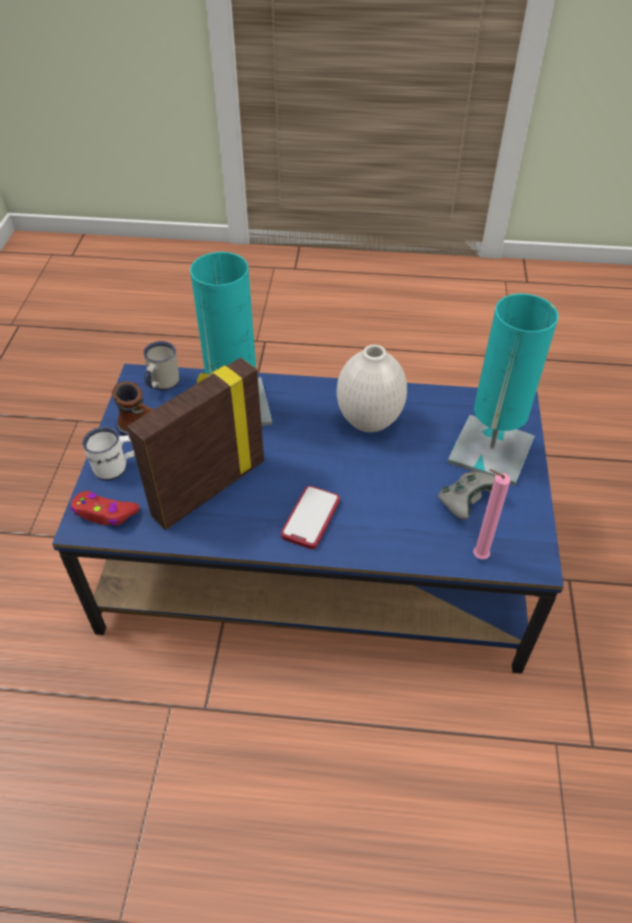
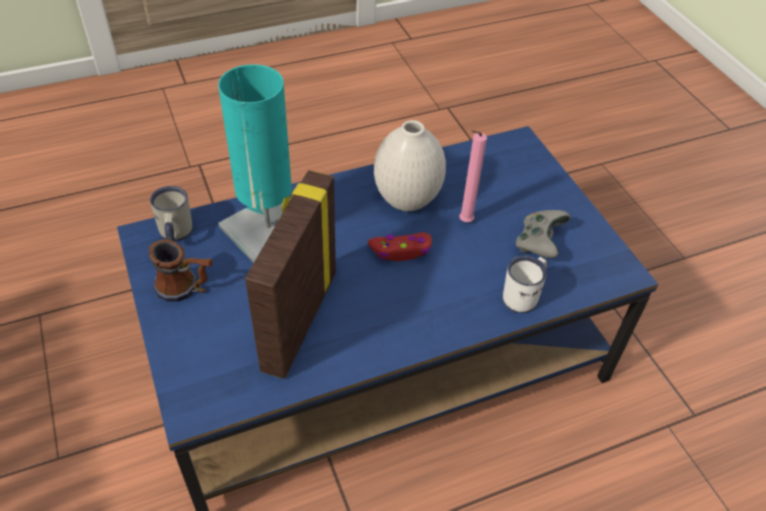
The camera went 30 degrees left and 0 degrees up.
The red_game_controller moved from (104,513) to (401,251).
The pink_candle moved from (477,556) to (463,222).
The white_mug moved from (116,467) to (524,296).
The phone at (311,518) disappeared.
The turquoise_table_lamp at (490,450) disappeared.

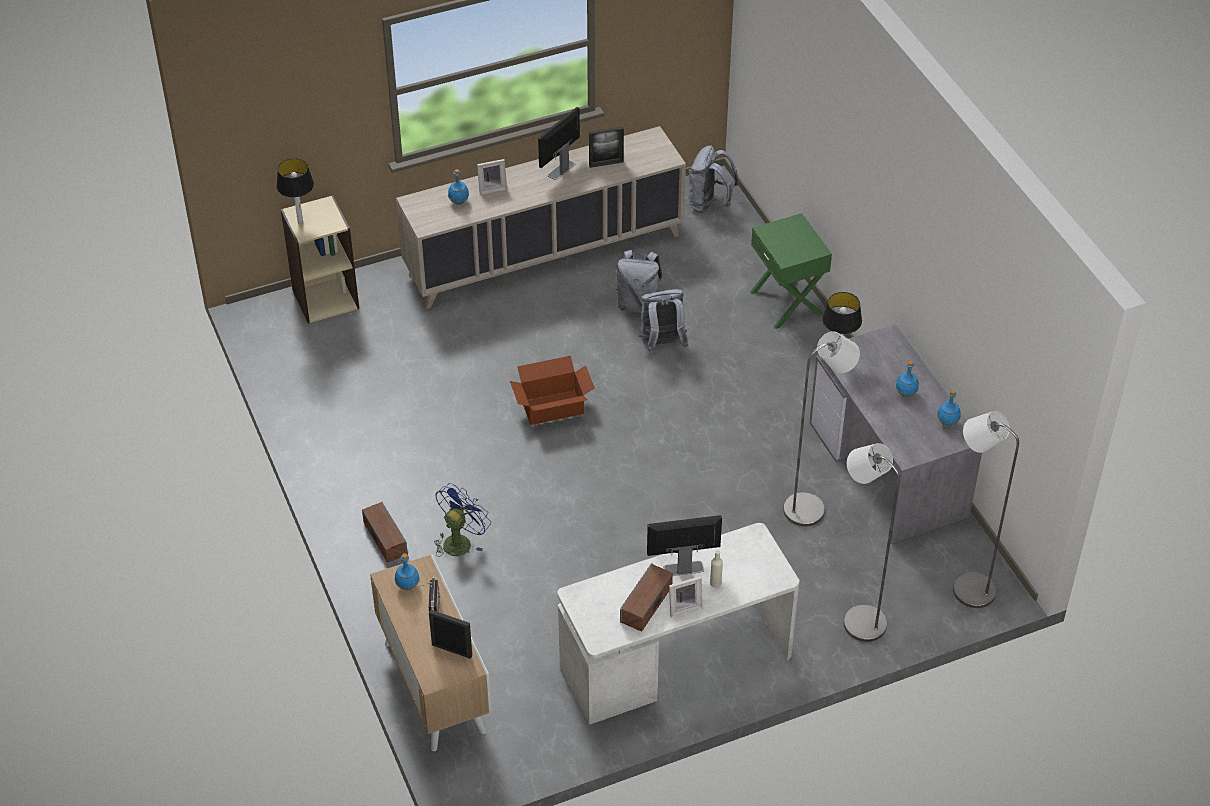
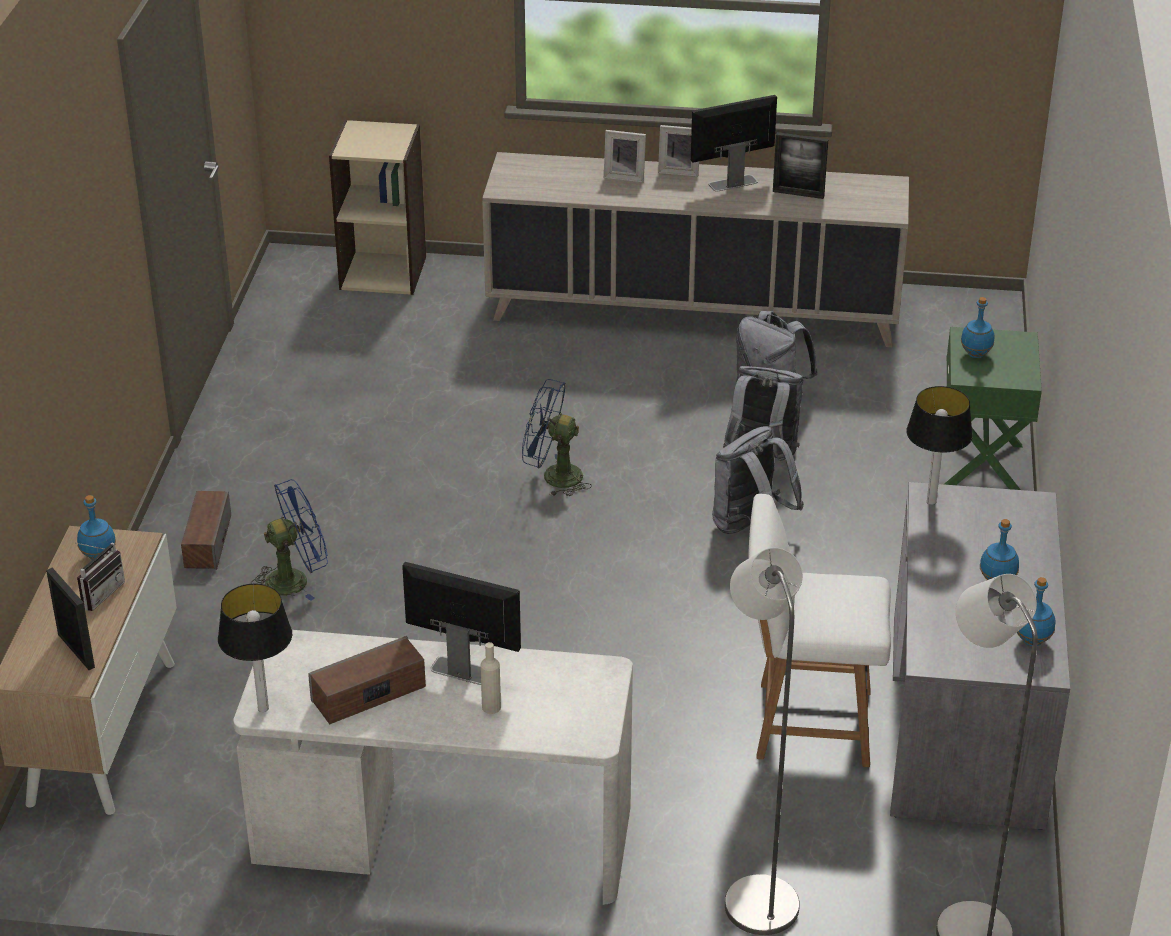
The camera went 30 degrees right and 10 degrees down.
The table_lamp moved from (300,221) to (264,708).
The cardboard_box at (553,407) was replaced by the blue_fan at (553,476).
The picture_frame moved from (684,607) to (679,171).
The grey_backpack moved from (709,204) to (750,526).
The grey_floor_lamp at (811,507) was replaced by the white_chair at (808,723).
The blue_bottle moved from (459,202) to (975,354).

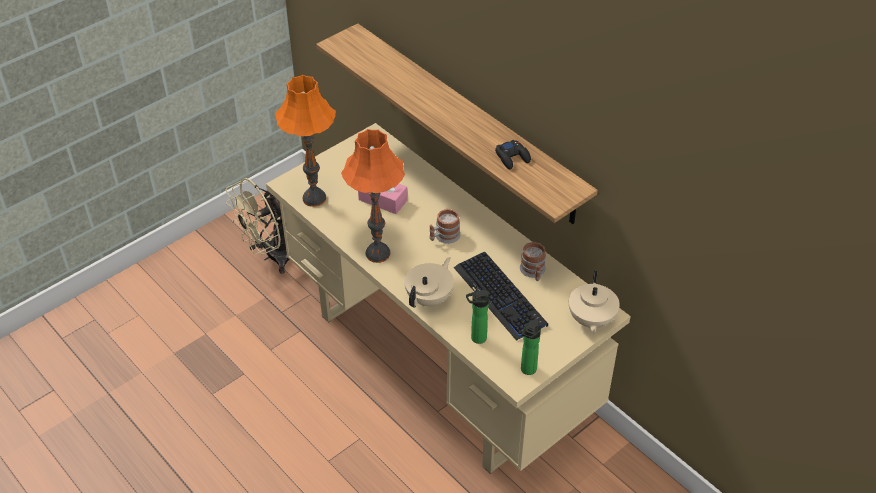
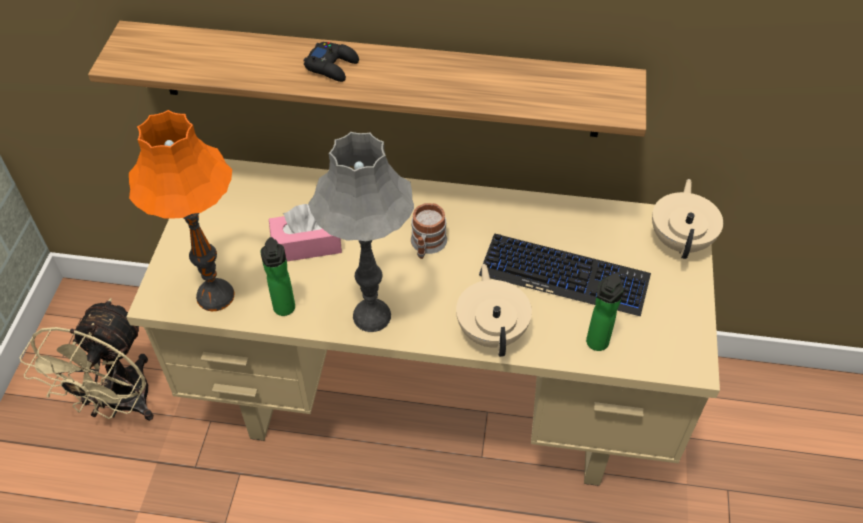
The camera went 40 degrees left and 5 degrees up.
The bottle moved from (527,371) to (284,310).
The black_game_controller moved from (512,157) to (332,66).
The orange_table_lamp at (377,254) became the grey_table_lamp at (372,316).
The beige_teapot at (590,320) turned 135 degrees counterclockwise.
The mug at (533,272) disappeared.

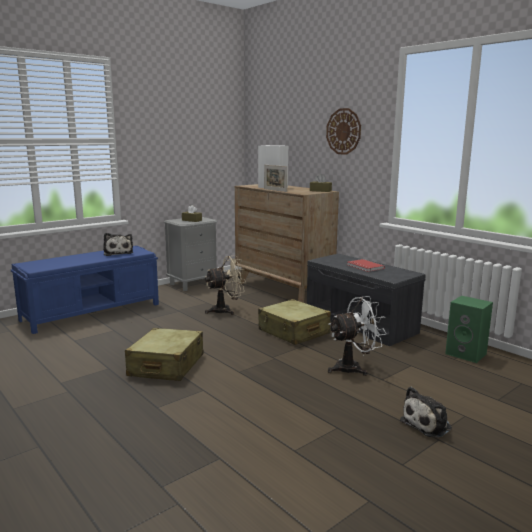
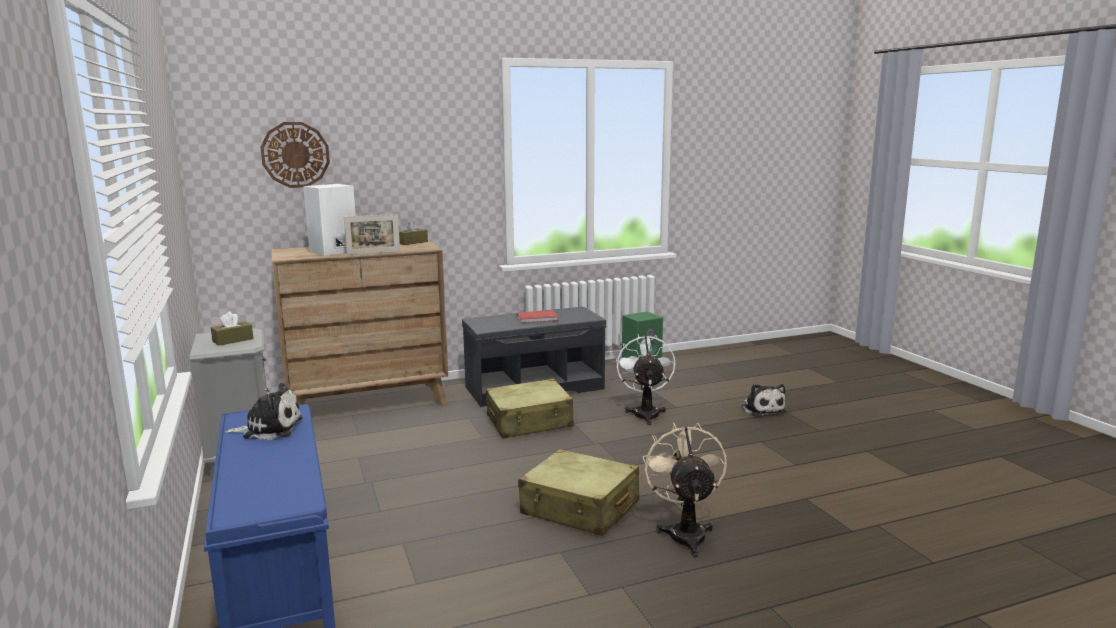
The camera went 70 degrees left and 0 degrees up.
The wall_clock moved from (343,131) to (295,155).
The beige_fan moved from (226,310) to (685,532).

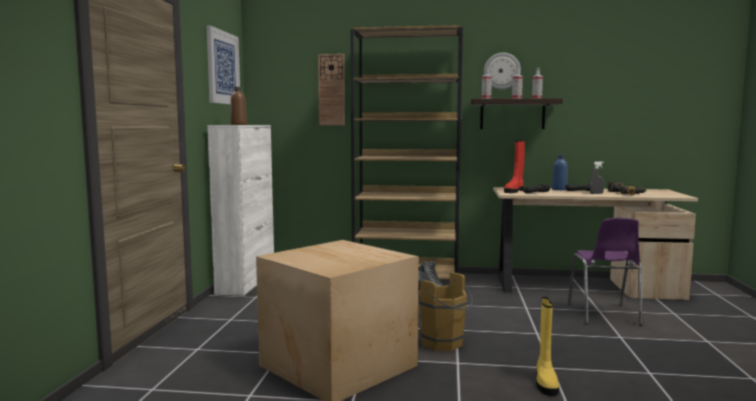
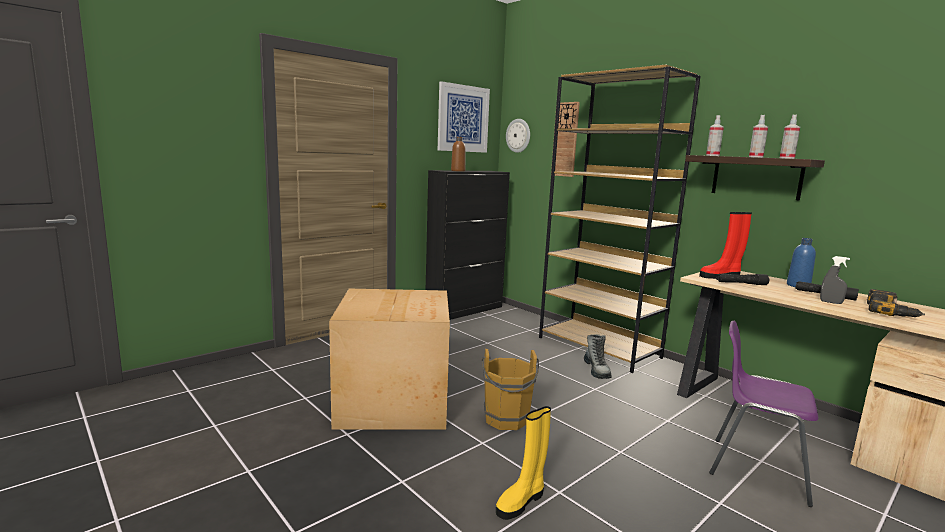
The camera went 40 degrees right and 5 degrees up.
The white_cabinet at (247,281) became the black_cabinet at (465,310).
The wall_clock moved from (502,71) to (518,135).
The purple_chair at (603,315) turned 75 degrees clockwise.

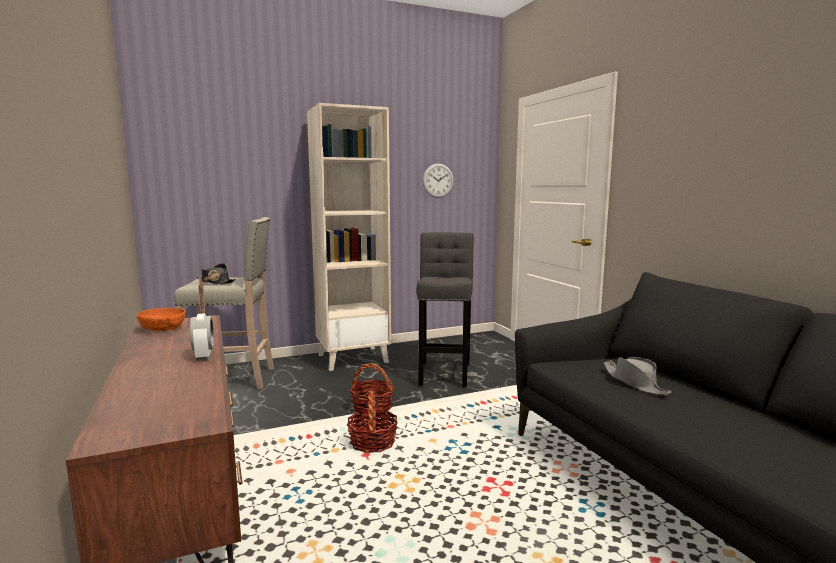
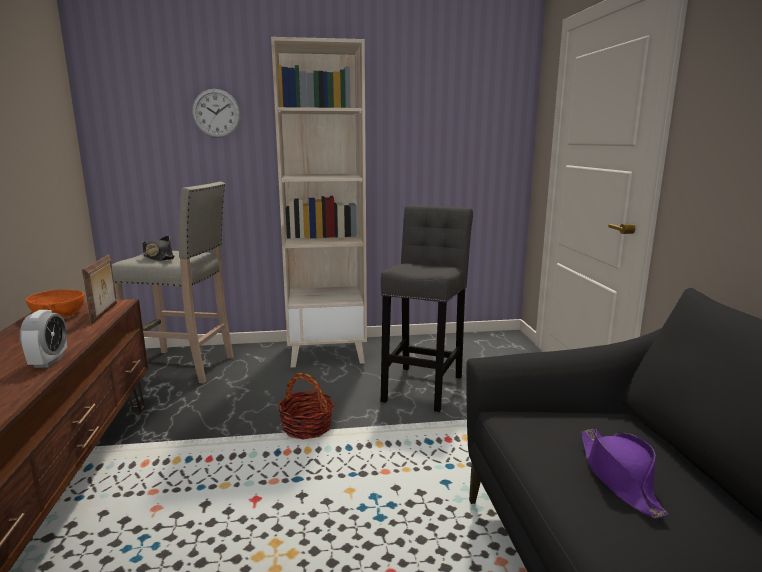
The camera went 15 degrees right and 5 degrees up.
The wall_clock moved from (438,180) to (216,113).
The grey_hat at (635,382) became the purple_hat at (619,477).
The basket at (372,442) disappeared.

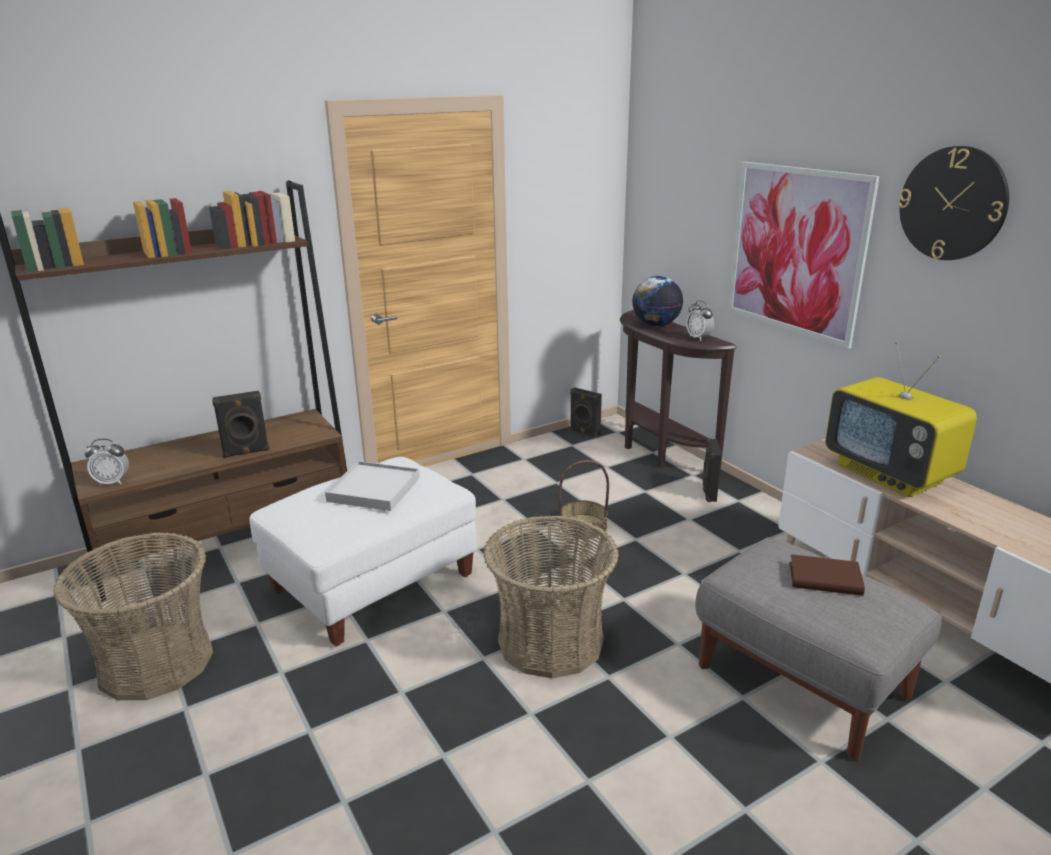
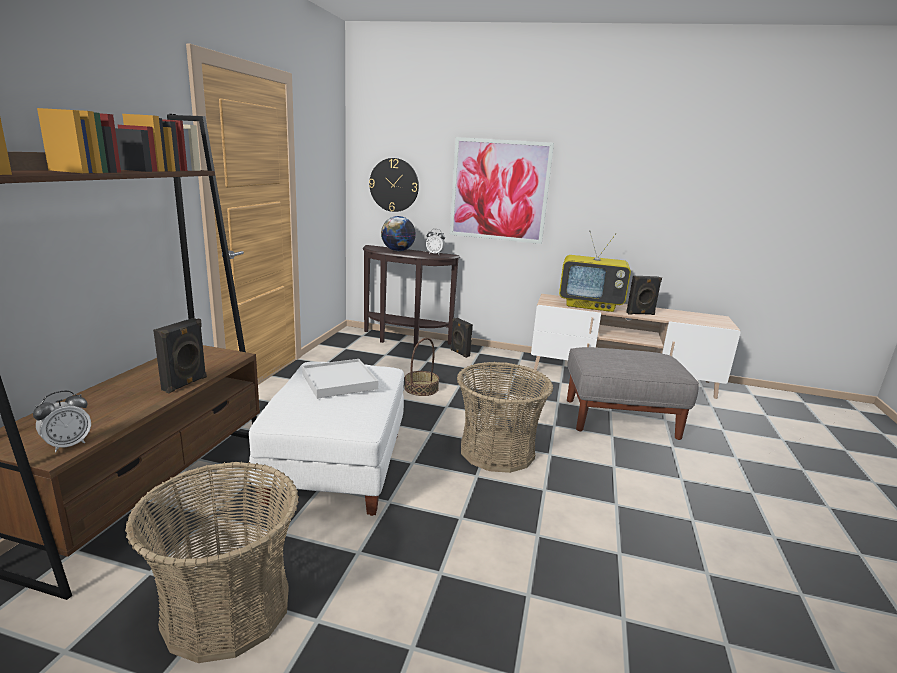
The camera went 45 degrees left and 5 degrees down.
The wall_clock moved from (952,204) to (394,185).
The black_speaker moved from (584,432) to (640,314).
The brown_book at (825,579) disappeared.

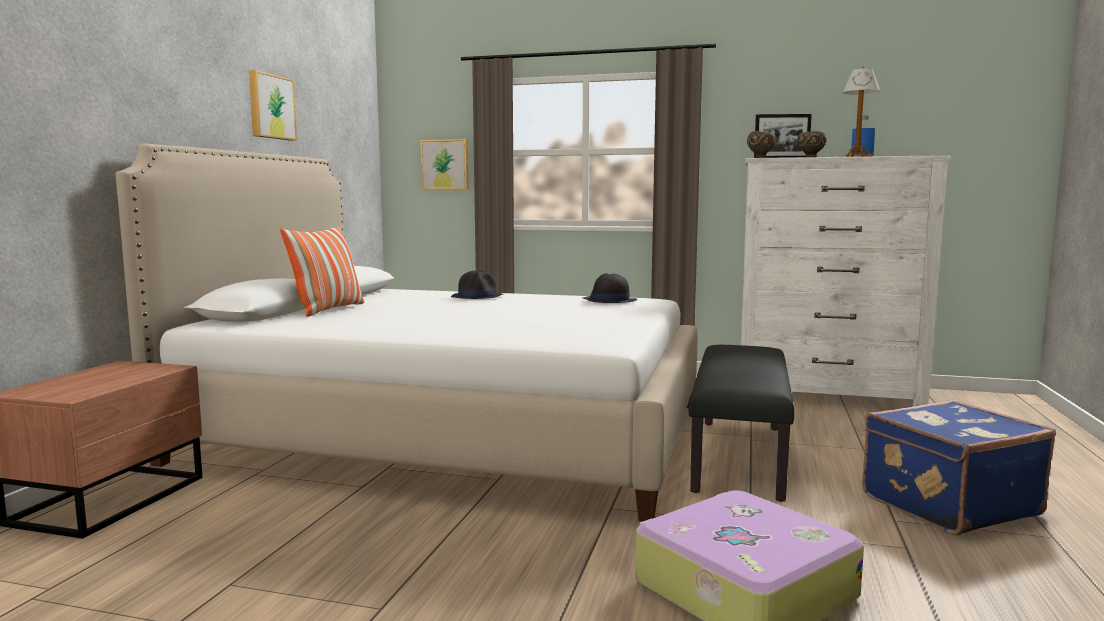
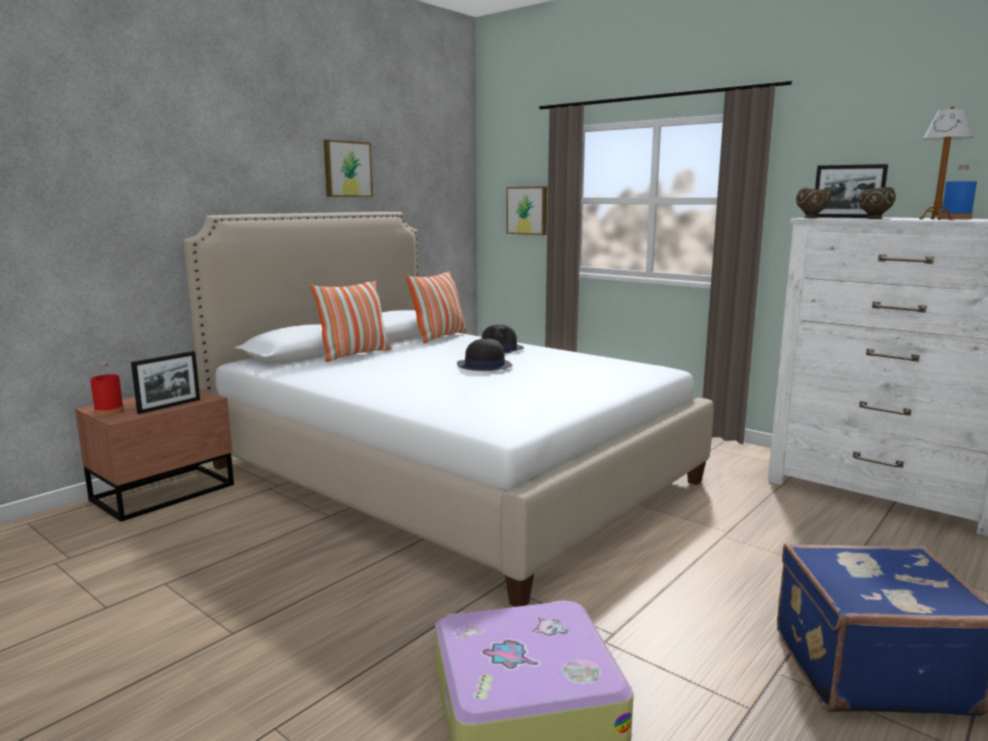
The camera went 25 degrees right and 5 degrees up.
The red_bottle at (109,411) appeared.
The picture_frame at (169,406) appeared.
The pillow at (439,337) appeared.
The black_hat moved from (609,300) to (484,366).
The black_bench at (737,457) disappeared.

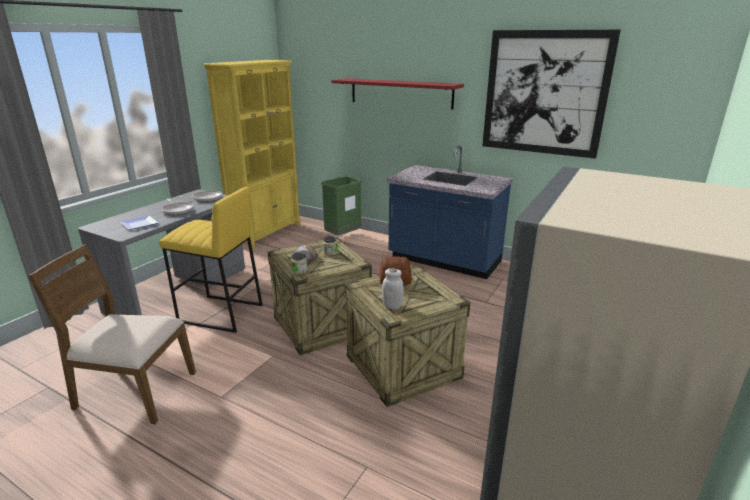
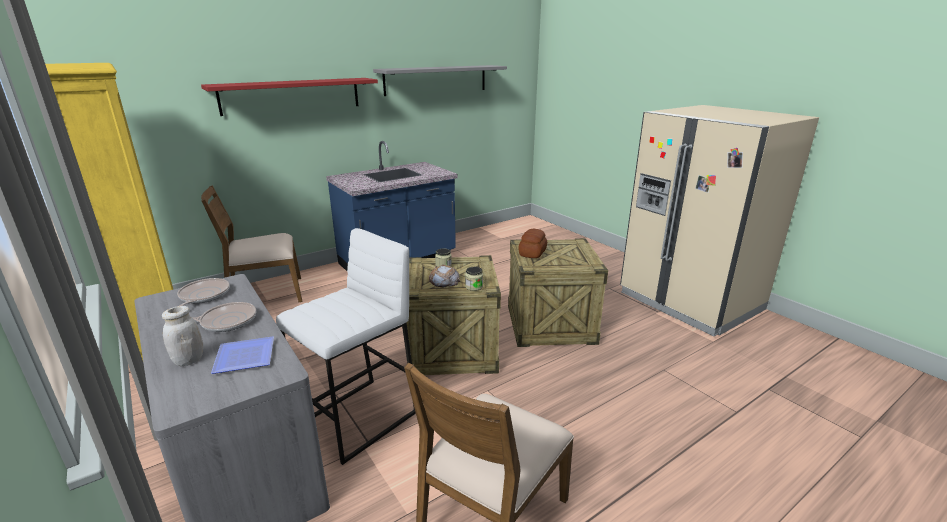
The camera went 65 degrees left and 0 degrees up.
The white_jar moved from (392,306) to (189,360).
The green_trash_can at (343,236) was replaced by the brown_chair at (265,294).
The yellow_stool at (220,314) became the white_stool at (359,419).
The picture at (545,93) was replaced by the grey_shelf at (436,80).

